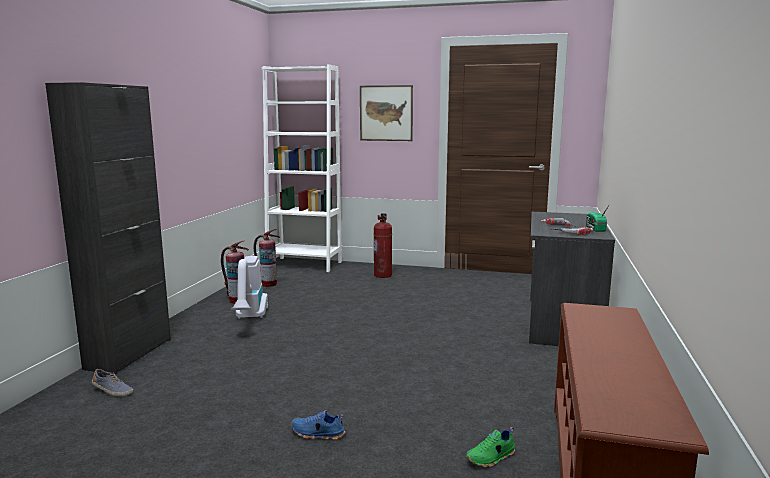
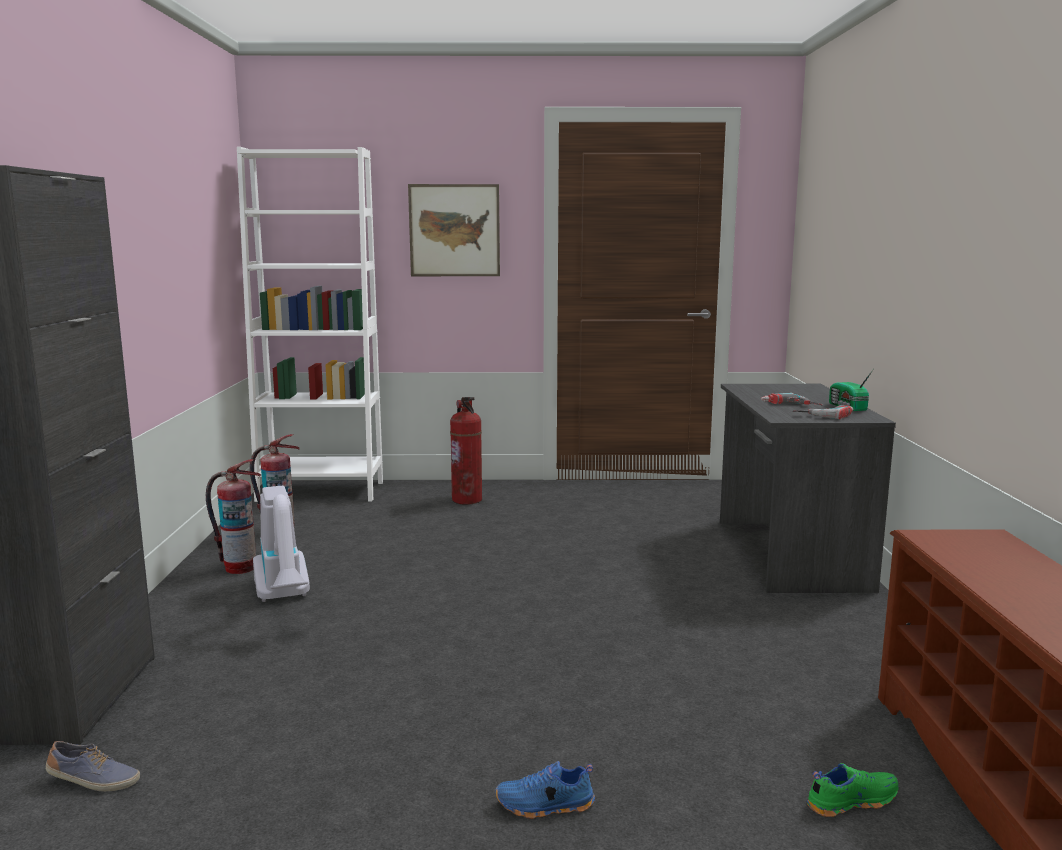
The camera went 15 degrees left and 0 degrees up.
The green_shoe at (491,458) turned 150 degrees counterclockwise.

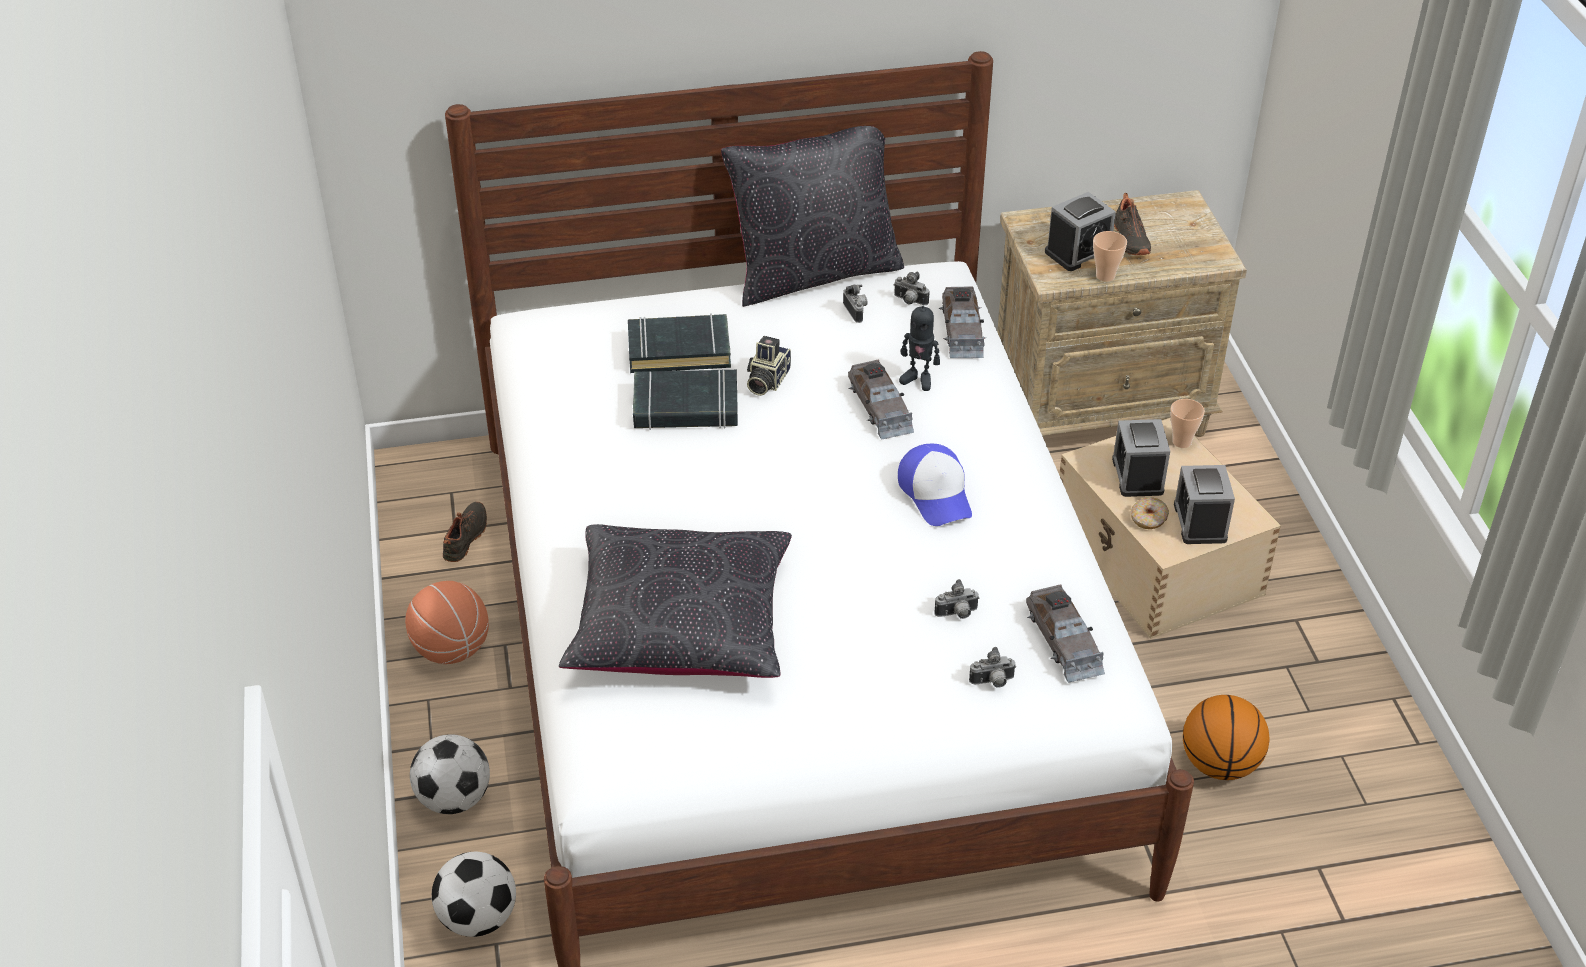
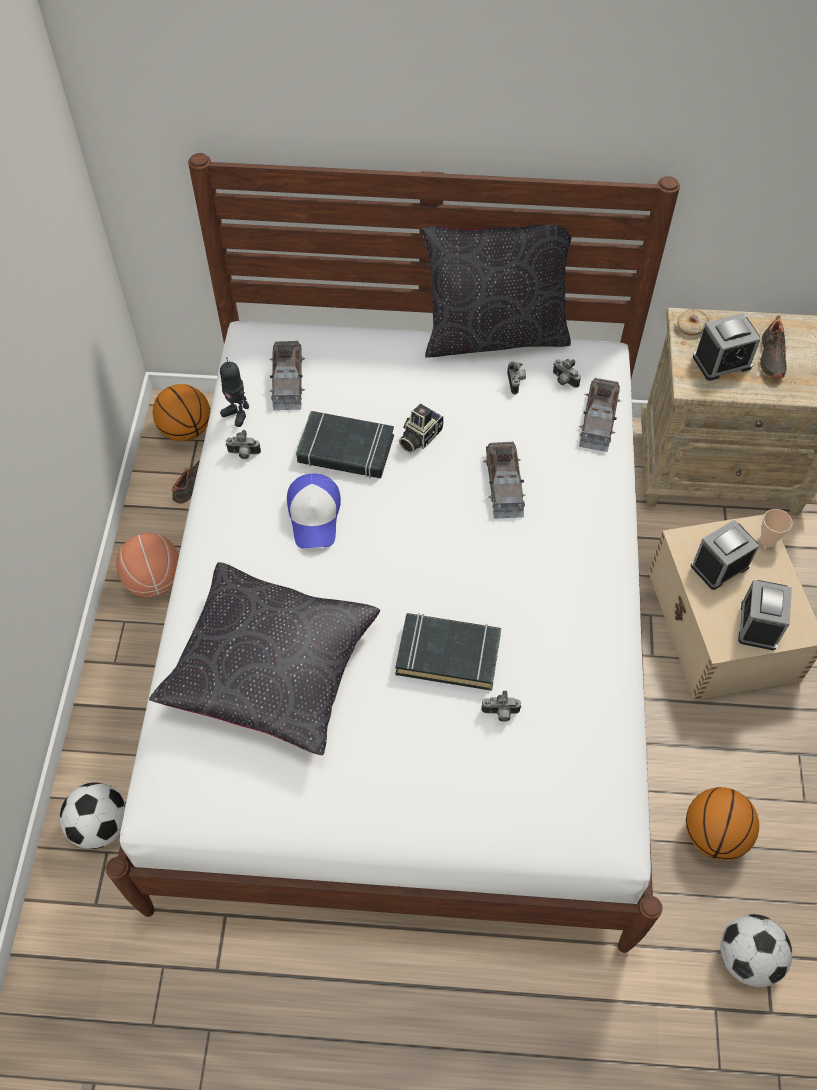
The camera went 15 degrees right and 15 degrees up.
The basketball at (186,430) appeared.
The toy_robot moved from (918,379) to (237,414).
The photo_camera moved from (992,682) to (243,454).
The grey_toy_car moved from (1064,640) to (287,380).
The cap moved from (936,494) to (315,516).
The black_book moved from (679,350) to (448,654).
The donut moved from (1148,519) to (691,327).
The alarm_clock at (1137,475) turned 45 degrees clockwise.
The football moved from (454,799) to (747,958).
The cup at (1105,276) disappeared.

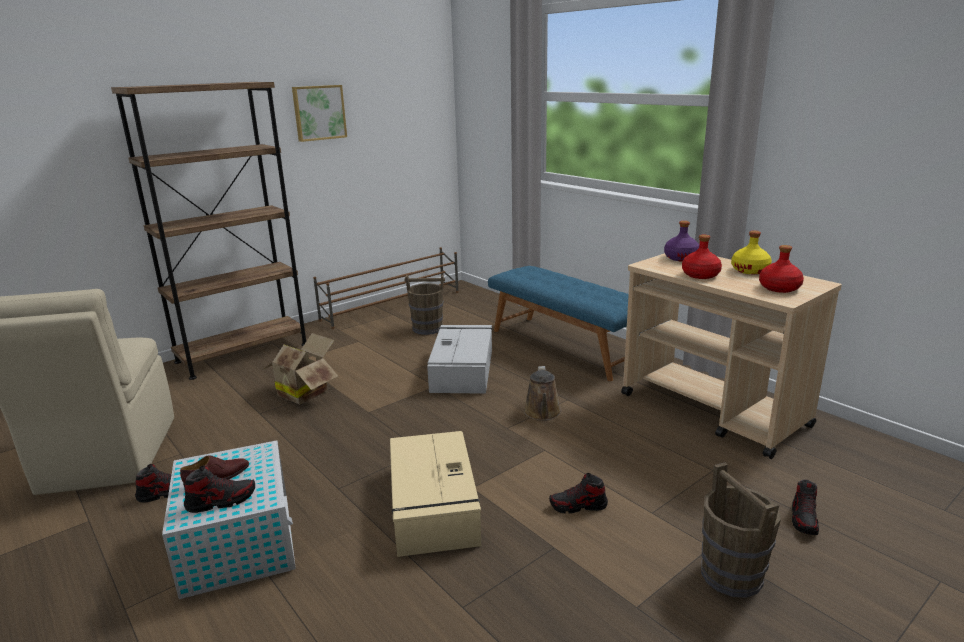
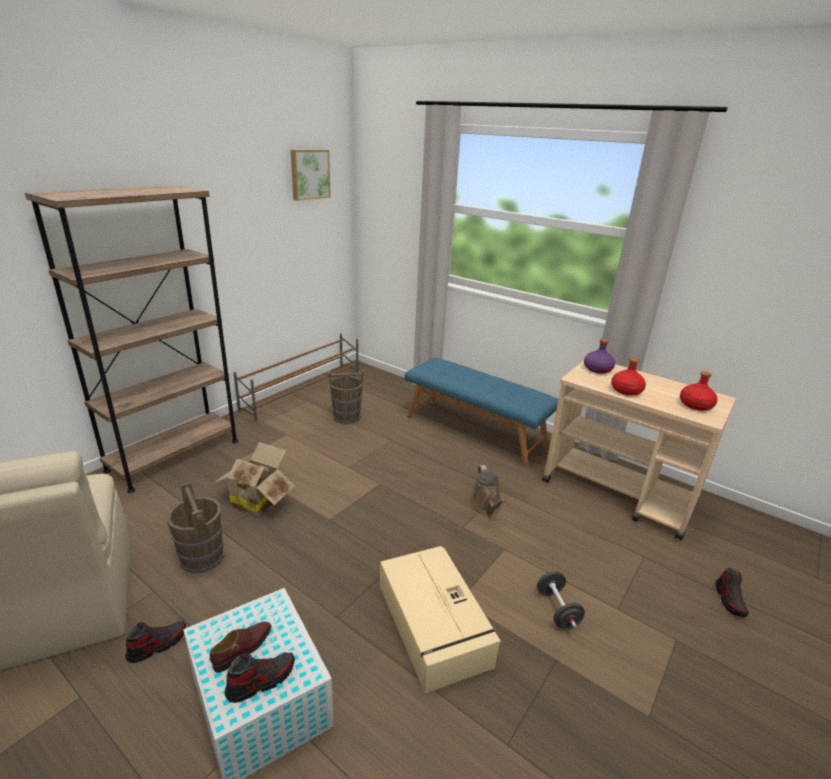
The camera went 15 degrees left and 5 degrees up.
The brown_bucket moved from (731,574) to (202,557).
The picture moved from (319,112) to (309,174).
The shoe at (578,506) was replaced by the black_dumbbell at (557,609).
The grey_storage_box at (462,369) disappeared.
The yellow_bottle at (750,270) disappeared.

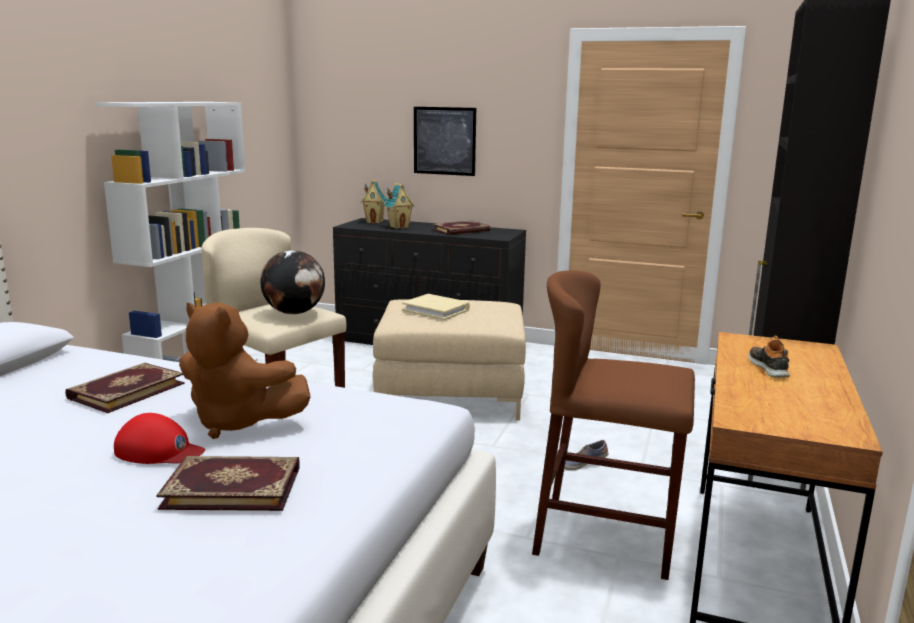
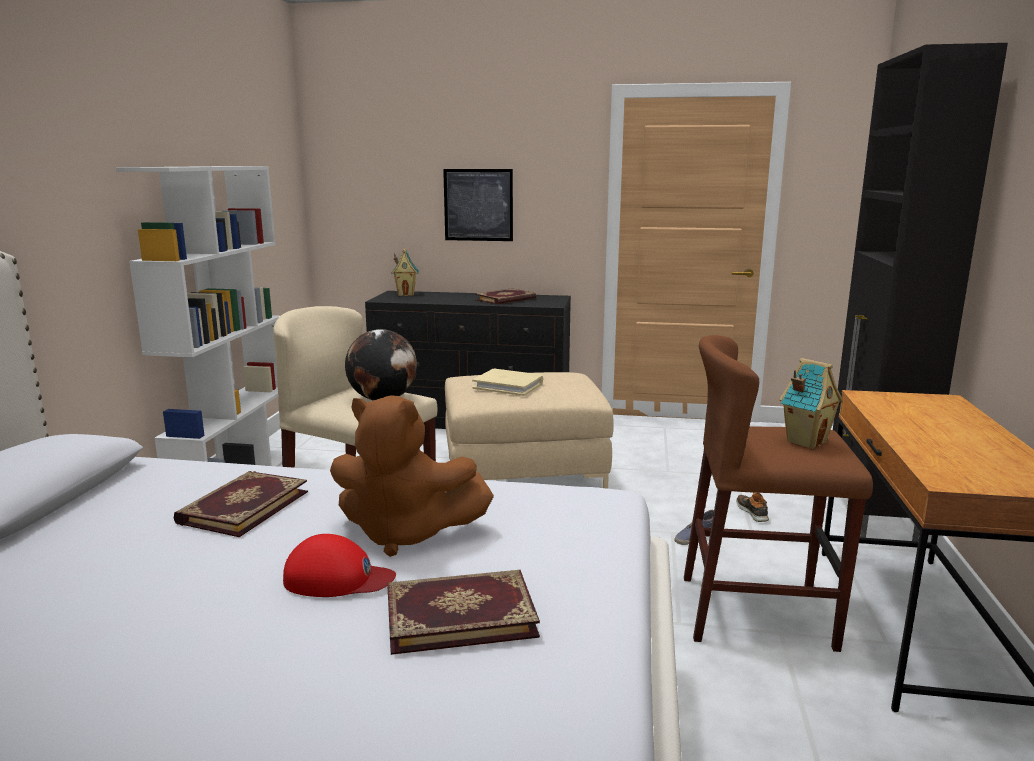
The camera went 10 degrees left and 0 degrees up.
The shoe moved from (769,368) to (752,512).
The toy_house moved from (399,227) to (805,441).

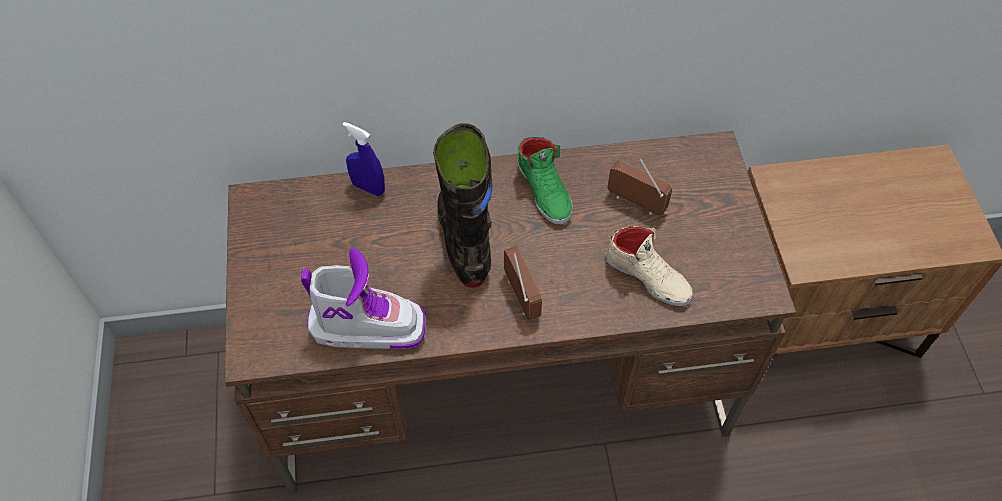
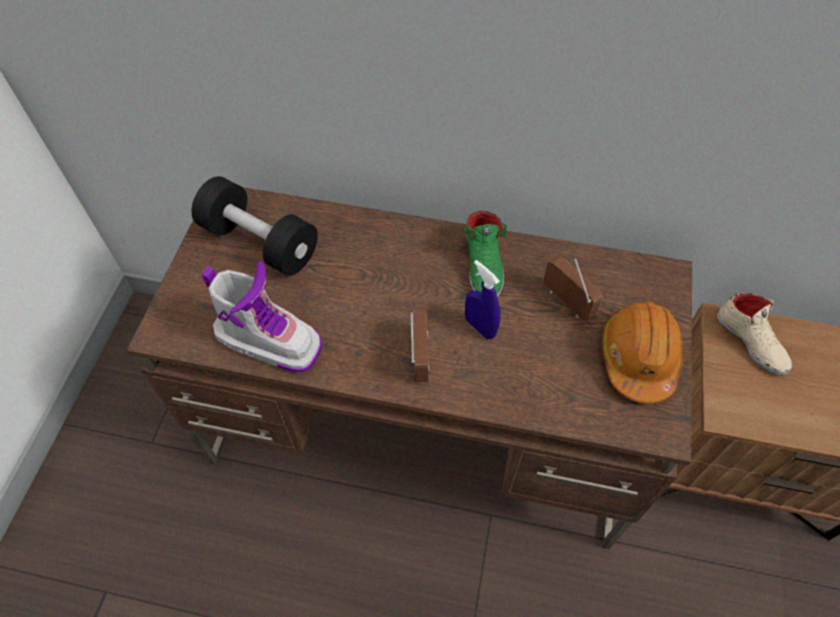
The camera went 20 degrees right and 0 degrees up.
The black_dumbbell at (260,242) appeared.
The blue_spray_bottle moved from (368,188) to (480,327).
The orange_hard_hat at (638,357) appeared.
The beige_shoe moved from (648,276) to (752,341).
The black_boot at (464,241) disappeared.

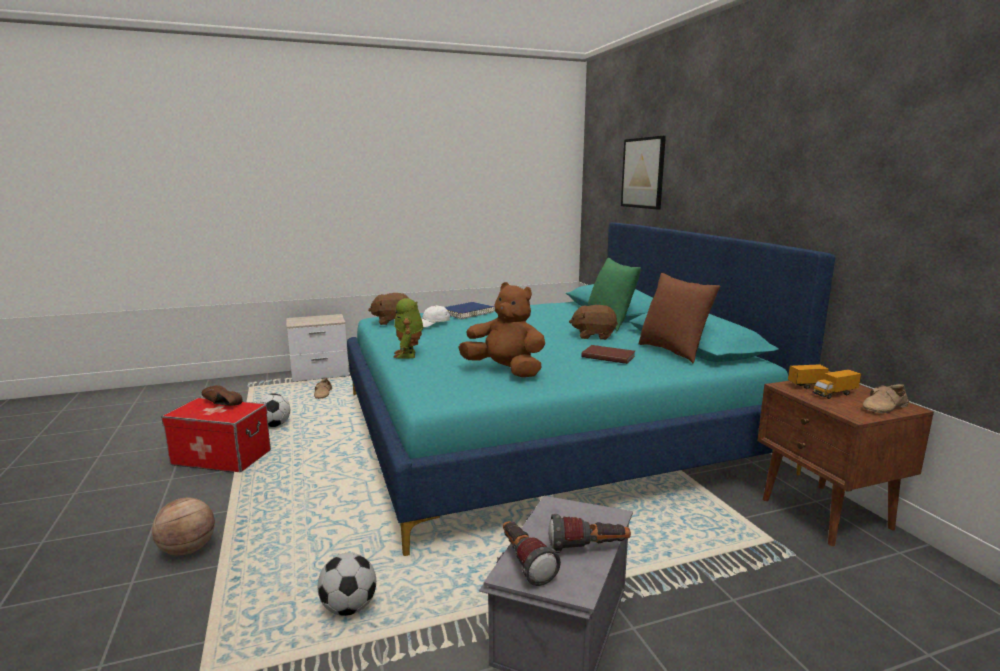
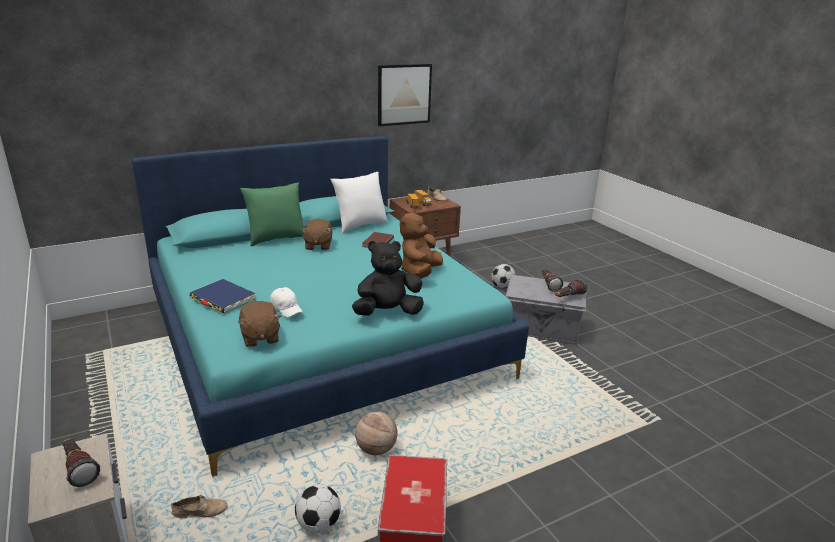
The camera went 100 degrees left and 10 degrees up.
The flashlight at (79,469) appeared.
The brown_pillow at (673,352) became the white_pillow at (360,225).
The toy_robot at (409,355) was replaced by the black_plush_toy at (387,312).
The basketball moved from (187,550) to (376,449).
The picture moved from (643,173) to (404,94).
The football moved from (349,608) to (502,286).
The brown_shoe at (220,405) disappeared.

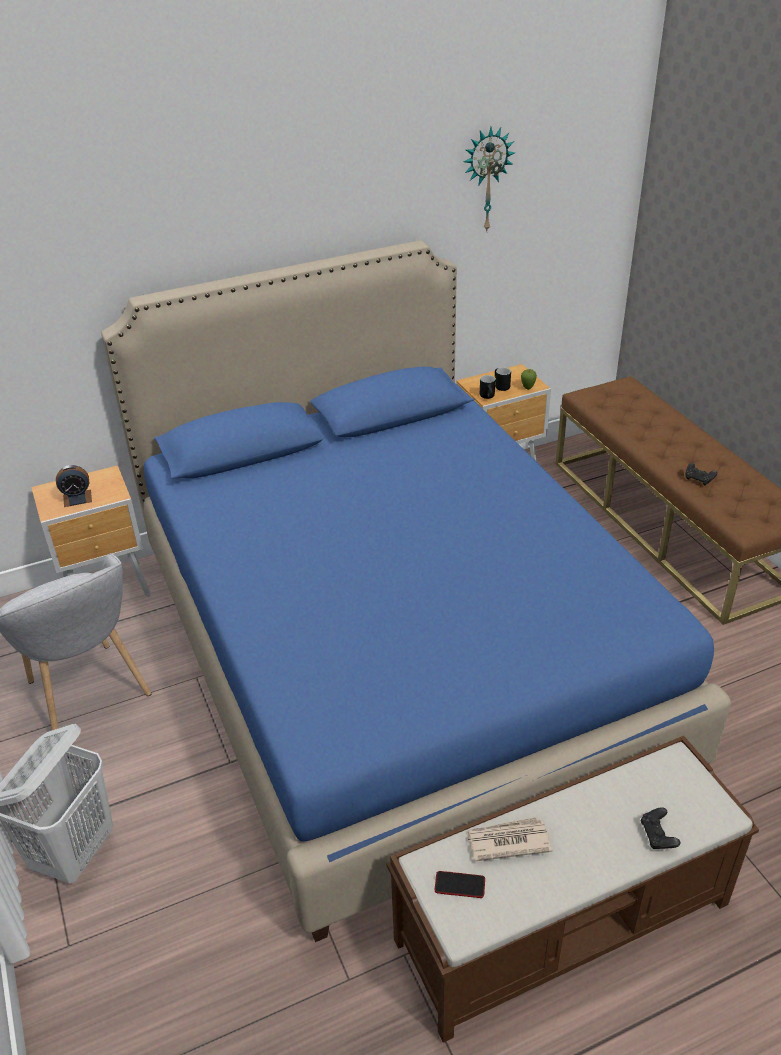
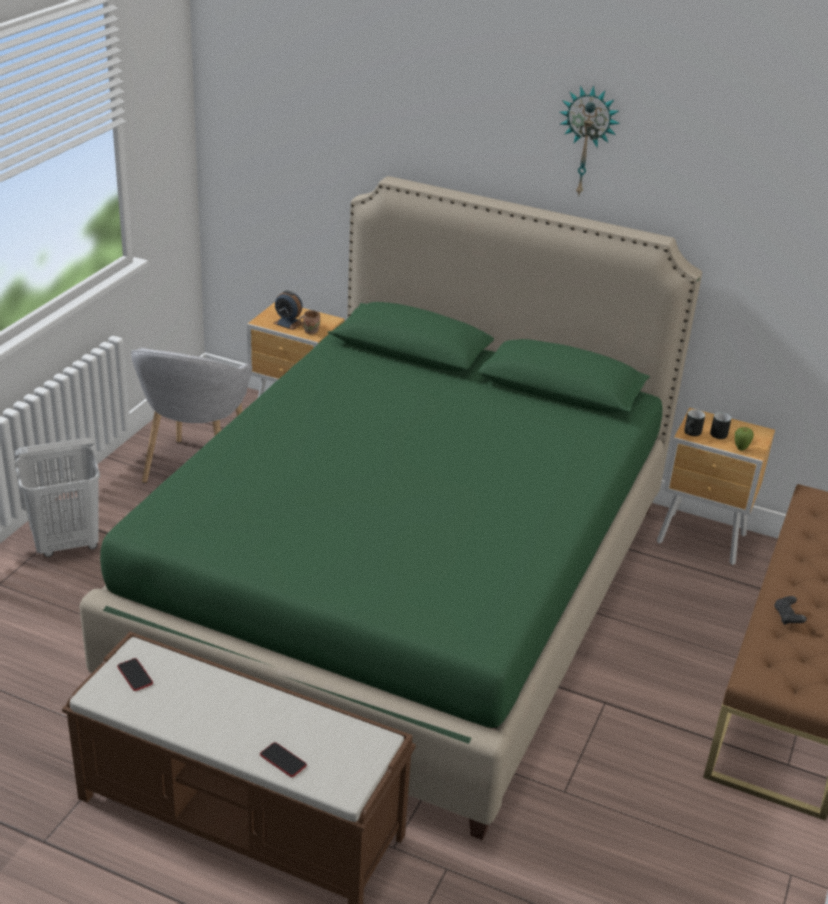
The camera went 45 degrees right and 5 degrees down.
The blue_bed at (393,654) became the green_bed at (405,590).
The black_game_controller at (658,836) was replaced by the phone at (283,760).
The brown_mug at (310,331) appeared.
The wall_clock moved from (486,179) to (587,141).
The newspaper at (507,841) disappeared.

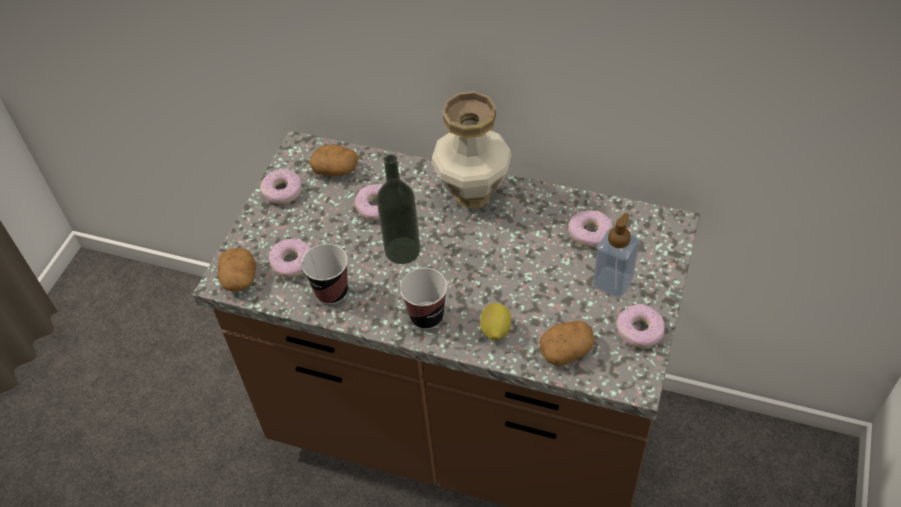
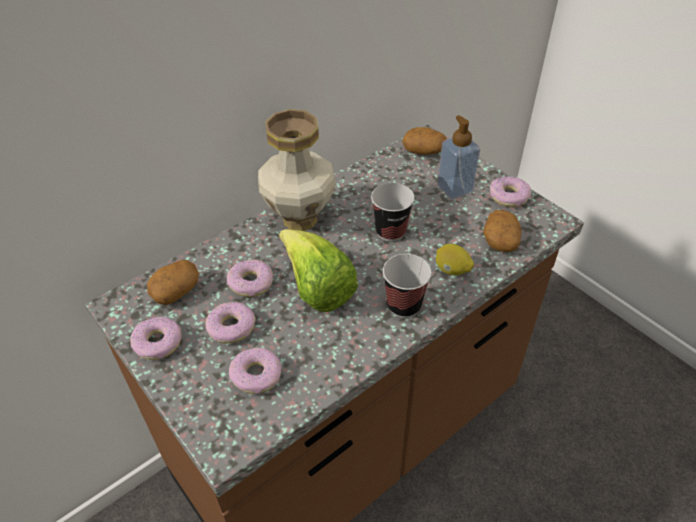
The camera went 60 degrees left and 5 degrees down.
The donut moved from (590,233) to (231,327).
The bottle at (402,250) was replaced by the lettuce at (317,288).
The cup moved from (331,292) to (391,231).
The potato moved from (240,278) to (424,150).

